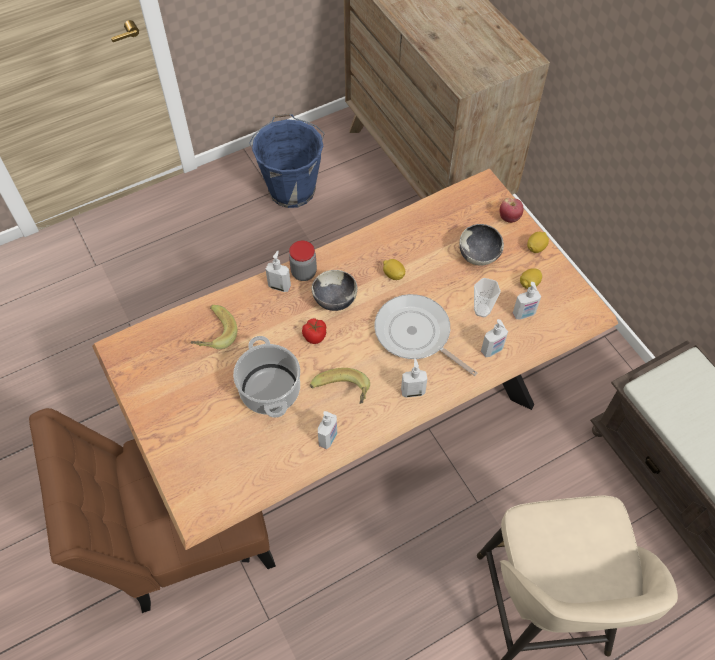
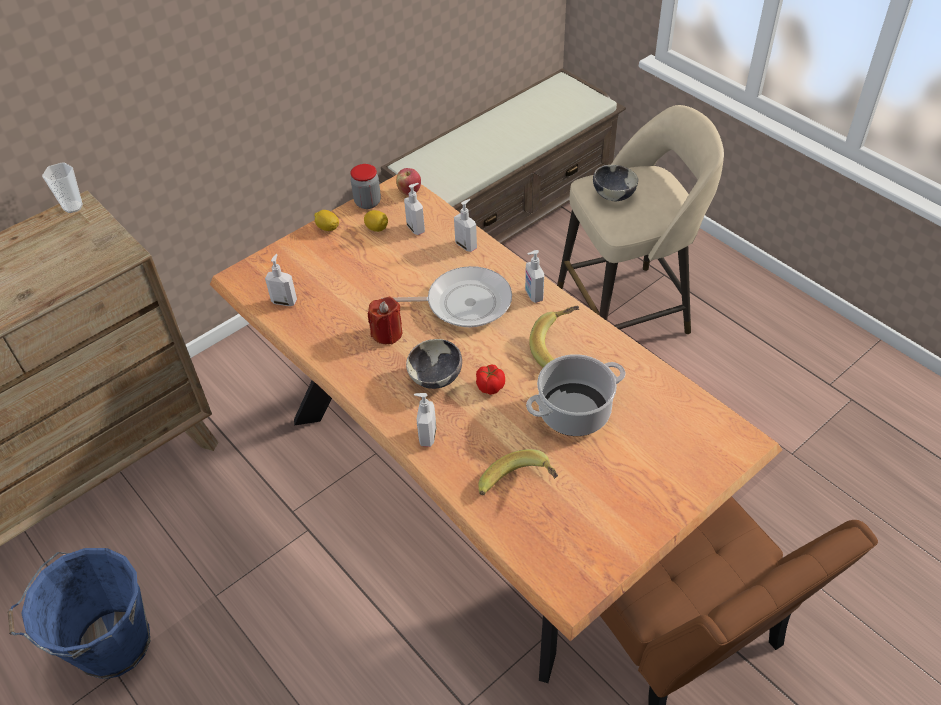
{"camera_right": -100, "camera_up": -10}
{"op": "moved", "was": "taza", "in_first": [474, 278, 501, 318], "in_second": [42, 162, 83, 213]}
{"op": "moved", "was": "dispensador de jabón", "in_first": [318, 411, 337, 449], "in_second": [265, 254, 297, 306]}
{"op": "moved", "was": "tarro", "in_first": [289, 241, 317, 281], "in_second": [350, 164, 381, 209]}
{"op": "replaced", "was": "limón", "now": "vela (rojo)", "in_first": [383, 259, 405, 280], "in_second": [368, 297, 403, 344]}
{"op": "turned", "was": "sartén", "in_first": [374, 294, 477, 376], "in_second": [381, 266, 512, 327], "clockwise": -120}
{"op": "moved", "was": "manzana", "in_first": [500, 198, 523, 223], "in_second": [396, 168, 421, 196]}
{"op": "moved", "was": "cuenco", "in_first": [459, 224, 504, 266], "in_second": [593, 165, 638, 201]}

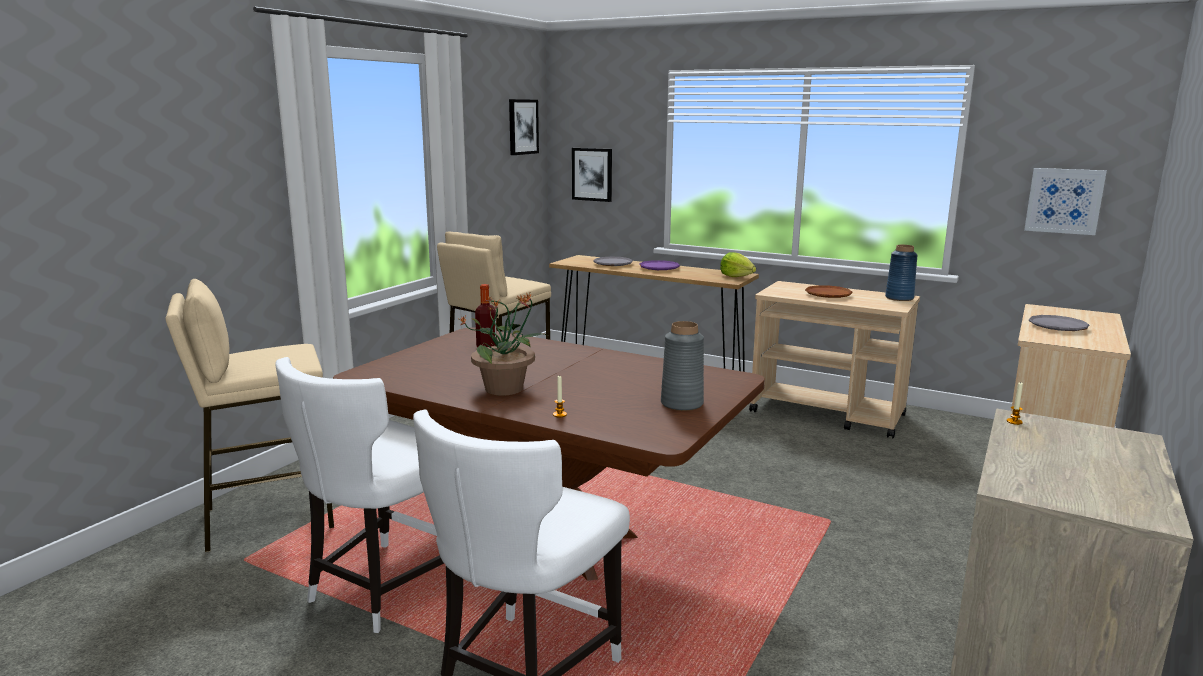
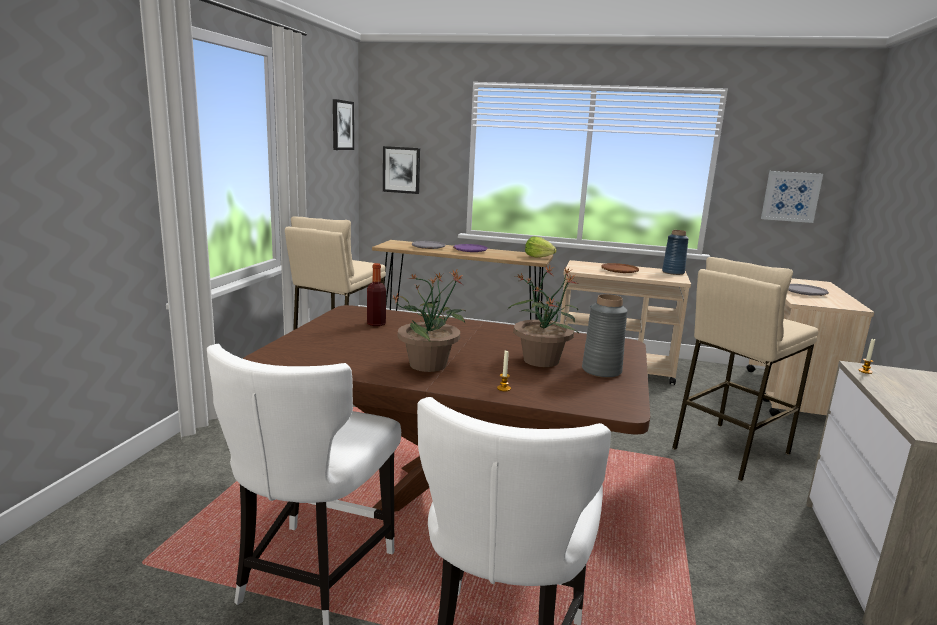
{"camera_right": -15, "camera_up": 0}
{"op": "added", "now": "planta en maceta", "in_second": [508, 266, 579, 367]}
{"op": "moved", "was": "taburete (beis)", "in_first": [165, 279, 334, 552], "in_second": [672, 257, 819, 481]}

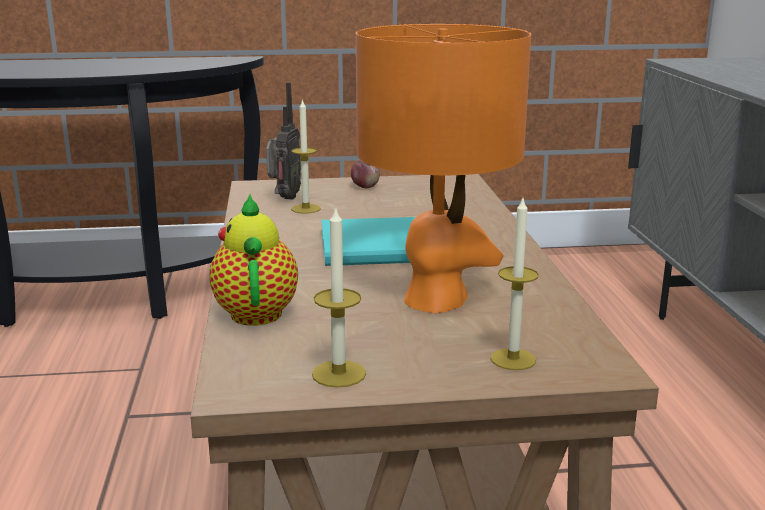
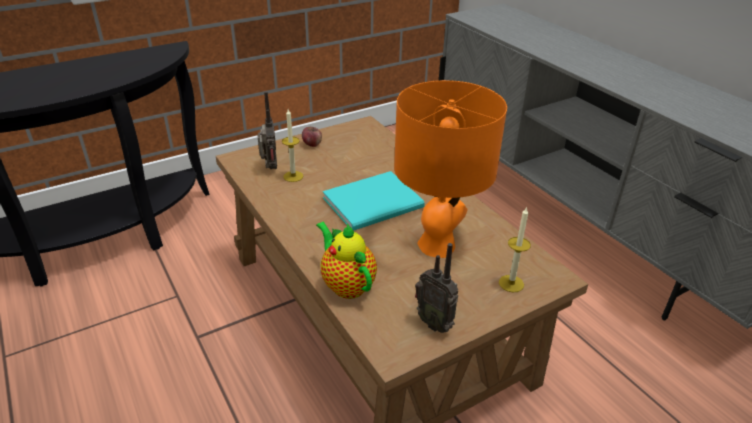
{"camera_right": -25, "camera_up": 15}
{"op": "replaced", "was": "vela", "now": "radio", "in_first": [312, 206, 366, 388], "in_second": [415, 243, 458, 333]}

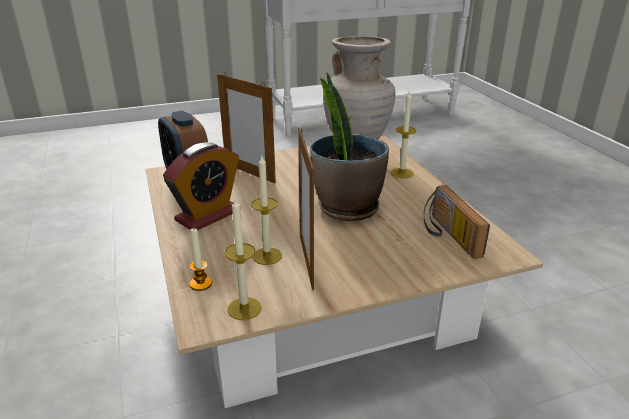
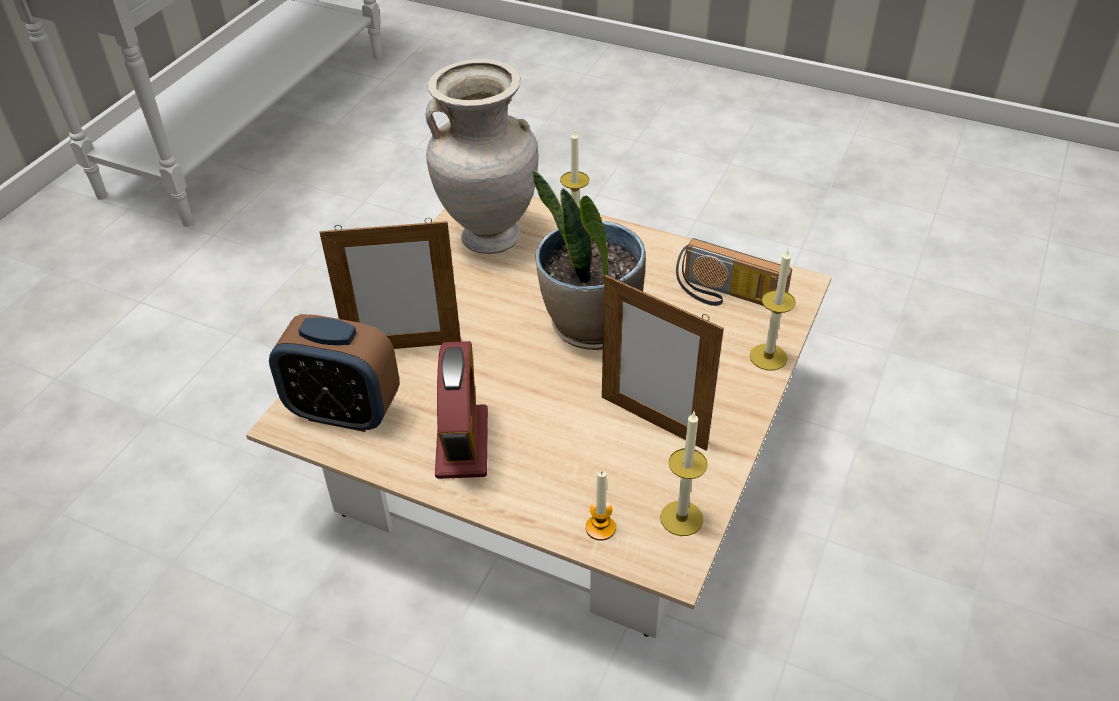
{"camera_right": -45, "camera_up": 15}
{"op": "moved", "was": "vela", "in_first": [251, 156, 282, 265], "in_second": [750, 248, 796, 371]}

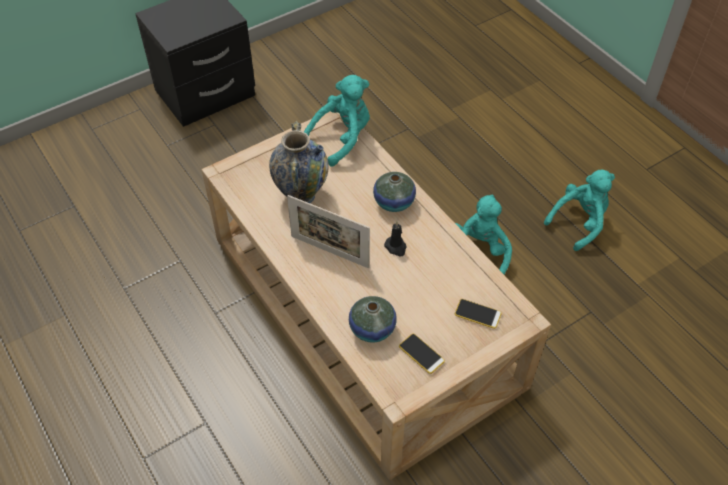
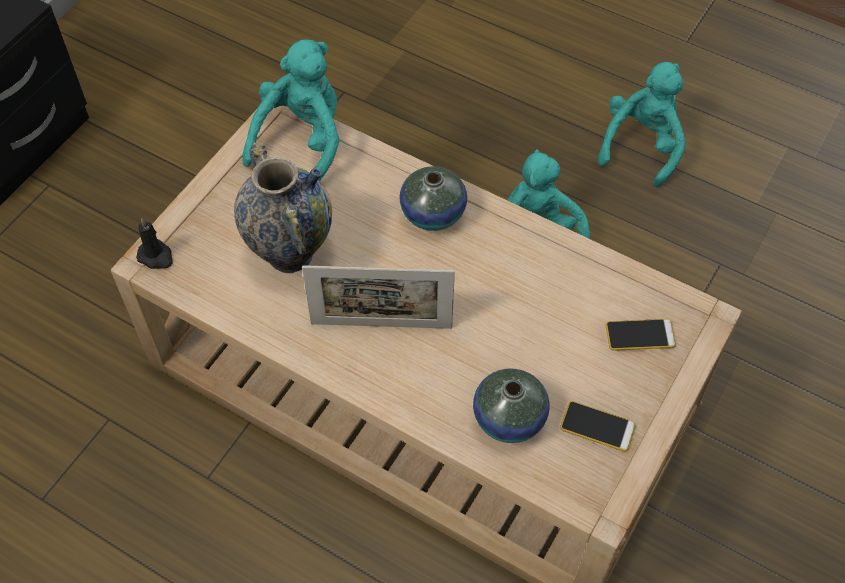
{"camera_right": -25, "camera_up": 5}
{"op": "moved", "was": "vela (negro)", "in_first": [384, 221, 407, 257], "in_second": [136, 218, 173, 269]}

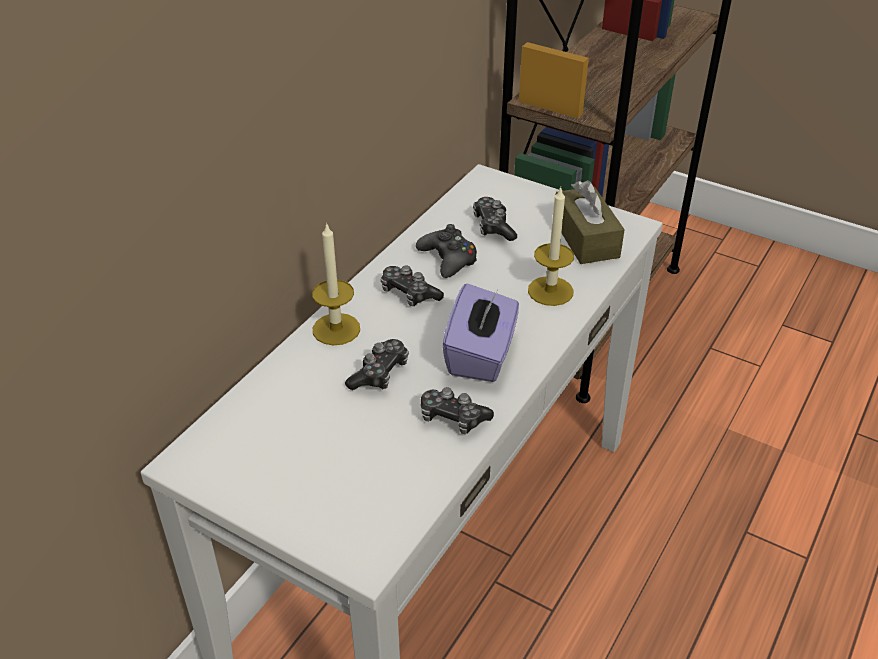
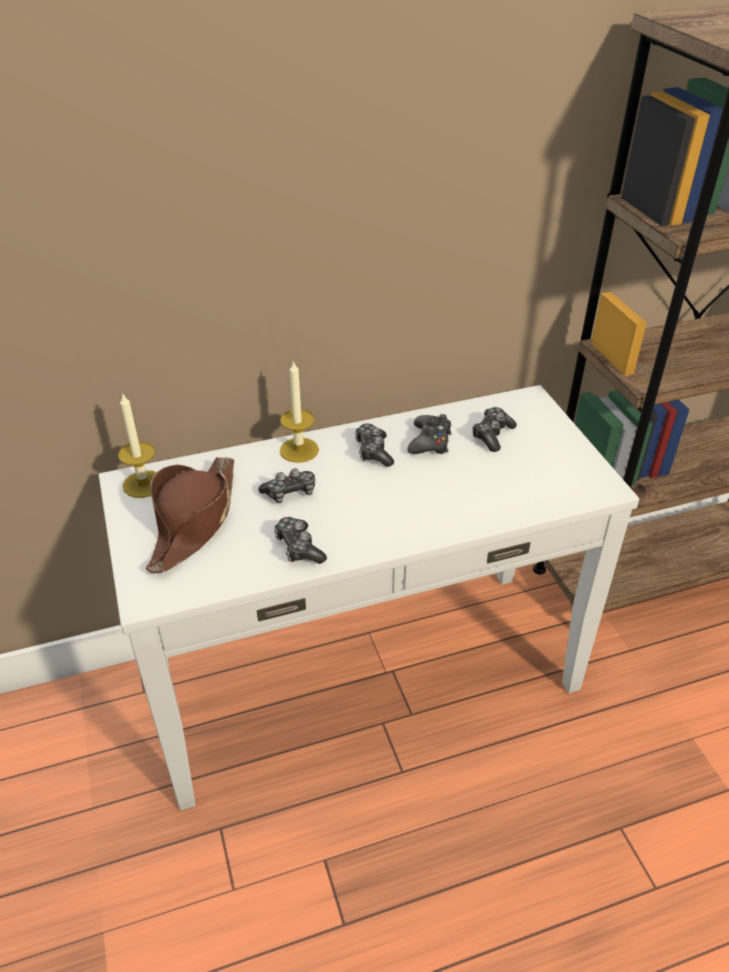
{"camera_right": 40, "camera_up": 0}
{"op": "moved", "was": "vela", "in_first": [528, 187, 574, 306], "in_second": [118, 394, 157, 498]}
{"op": "added", "now": "sombrero (marrón)", "in_second": [146, 457, 234, 573]}
{"op": "removed", "was": "caja de pañuelos (morado)", "in_first": [442, 283, 519, 382]}
{"op": "removed", "was": "caja de pañuelos (marrón)", "in_first": [556, 180, 625, 264]}

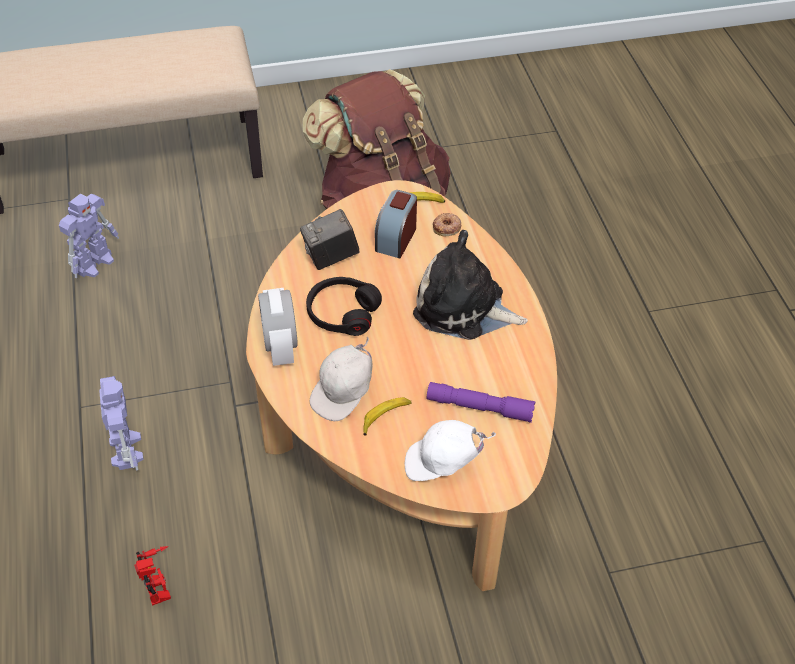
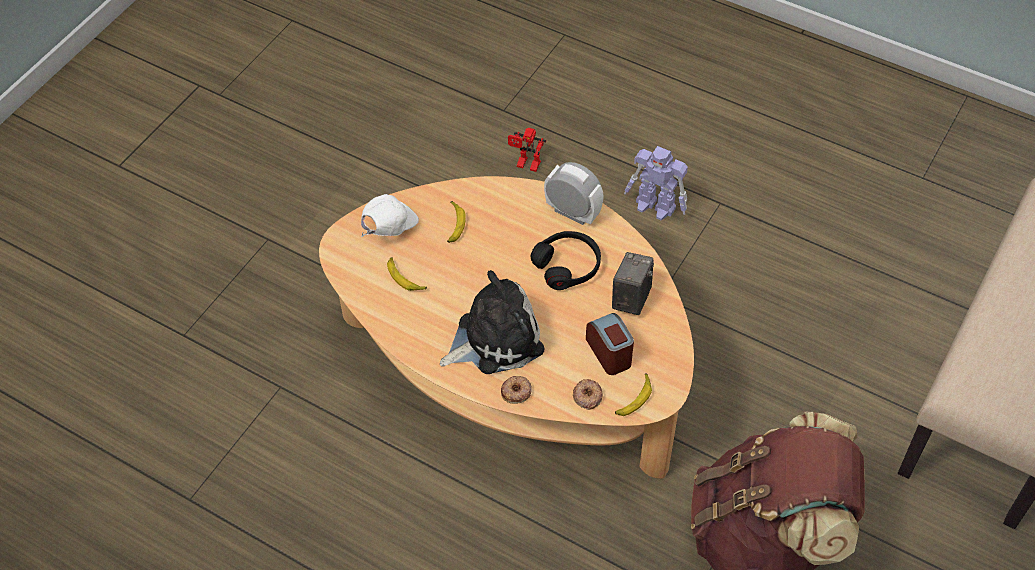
{"camera_right": 135, "camera_up": 5}
{"op": "replaced", "was": "linterna (morado)", "now": "plátano", "in_first": [427, 382, 535, 423], "in_second": [387, 257, 427, 291]}
{"op": "added", "now": "rosquilla", "in_second": [501, 376, 532, 404]}
{"op": "removed", "was": "robot de juguete", "in_first": [59, 193, 119, 278]}
{"op": "removed", "was": "gorra (blanco)", "in_first": [310, 337, 373, 421]}

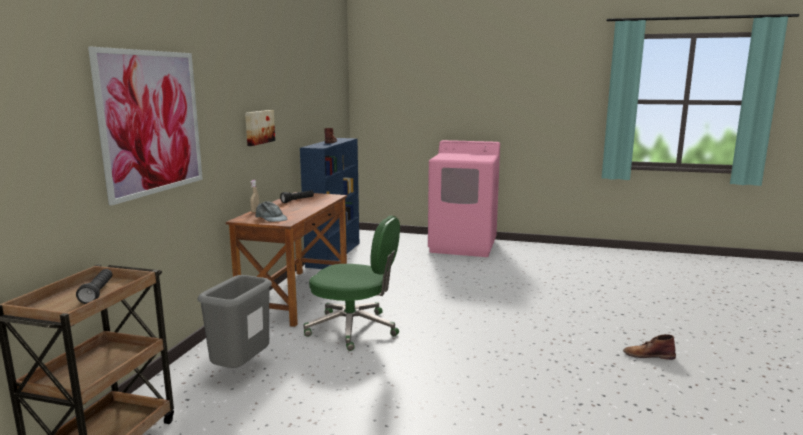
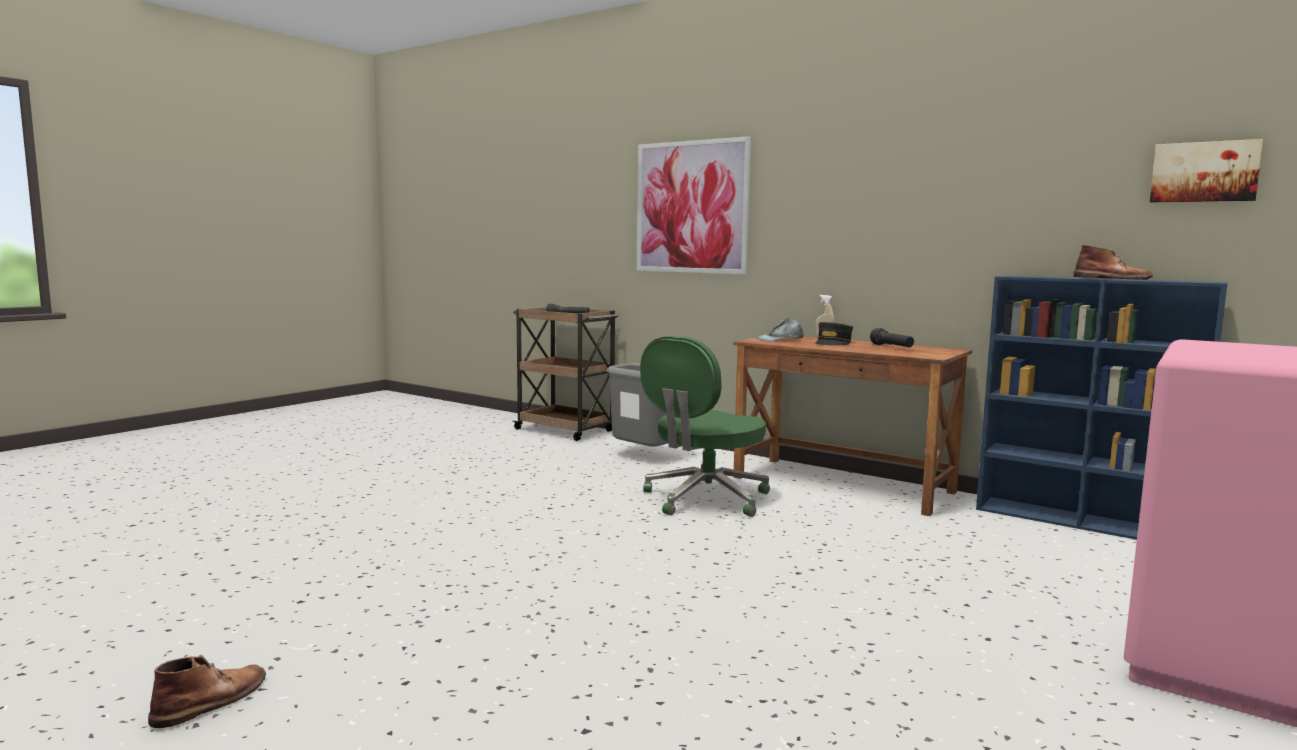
{"camera_right": 110, "camera_up": -5}
{"op": "moved", "was": "bota (marrón)", "in_first": [623, 334, 676, 360], "in_second": [148, 655, 266, 728]}
{"op": "added", "now": "gorra (gris)", "in_second": [816, 322, 853, 345]}
{"op": "moved", "was": "cuadro", "in_first": [245, 110, 275, 146], "in_second": [1150, 139, 1263, 203]}

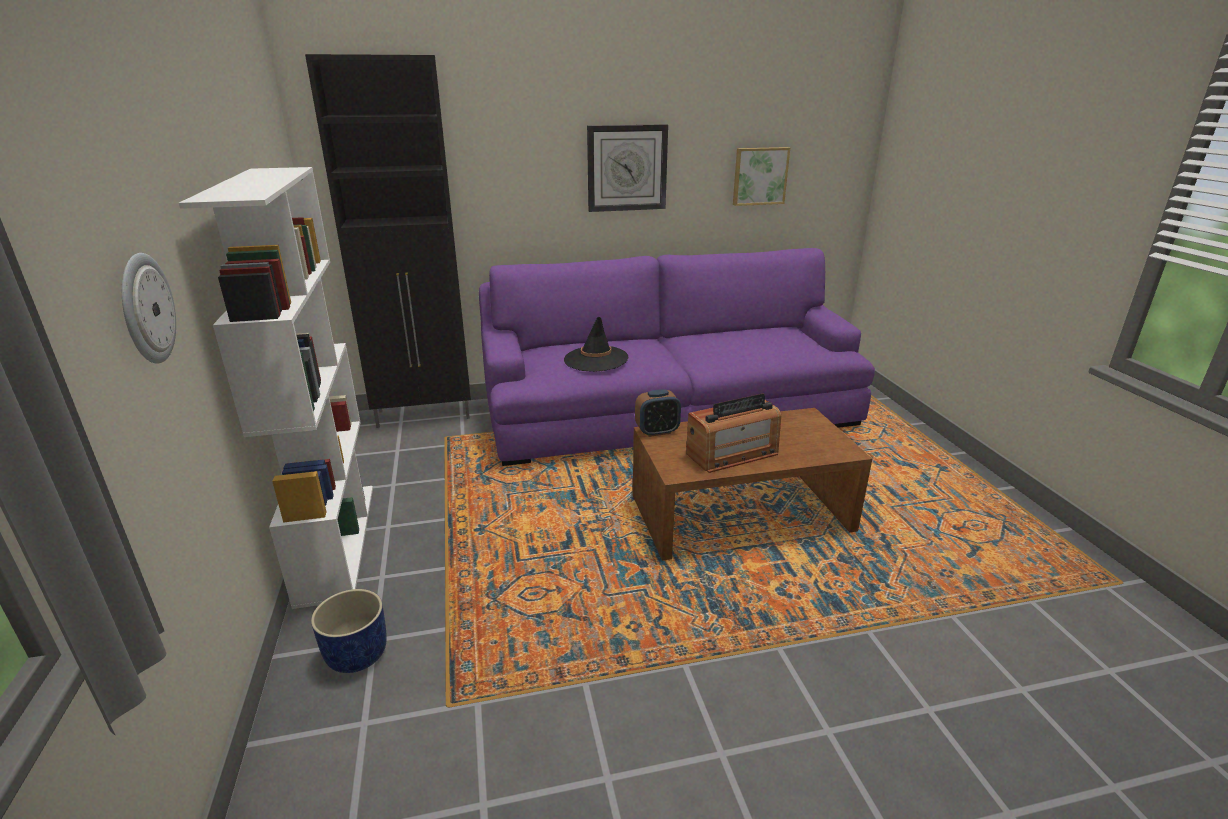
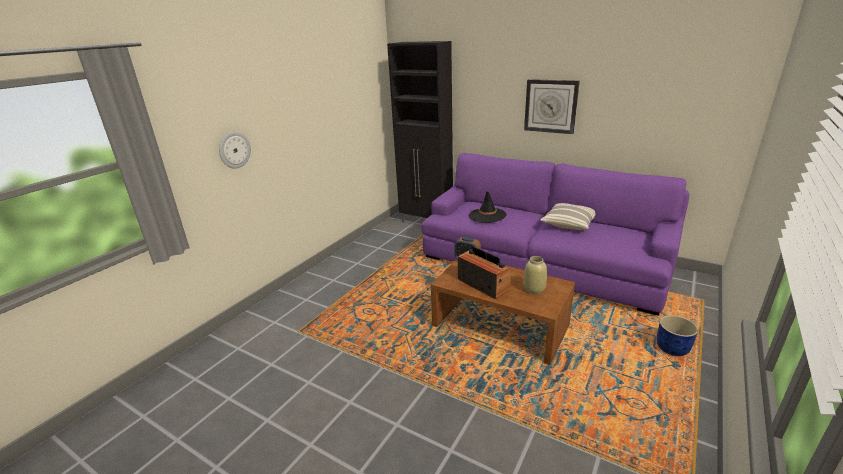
{"camera_right": 45, "camera_up": 0}
{"op": "turned", "was": "radio", "in_first": [686, 394, 781, 473], "in_second": [458, 247, 510, 299], "clockwise": -150}
{"op": "added", "now": "florero (beis)", "in_second": [523, 256, 547, 294]}
{"op": "added", "now": "cojín", "in_second": [540, 203, 596, 230]}
{"op": "moved", "was": "maceta (azul)", "in_first": [311, 589, 387, 673], "in_second": [657, 315, 698, 356]}
{"op": "removed", "was": "estantería (blanco)", "in_first": [179, 167, 373, 609]}
{"op": "removed", "was": "cuadro", "in_first": [733, 147, 790, 206]}

